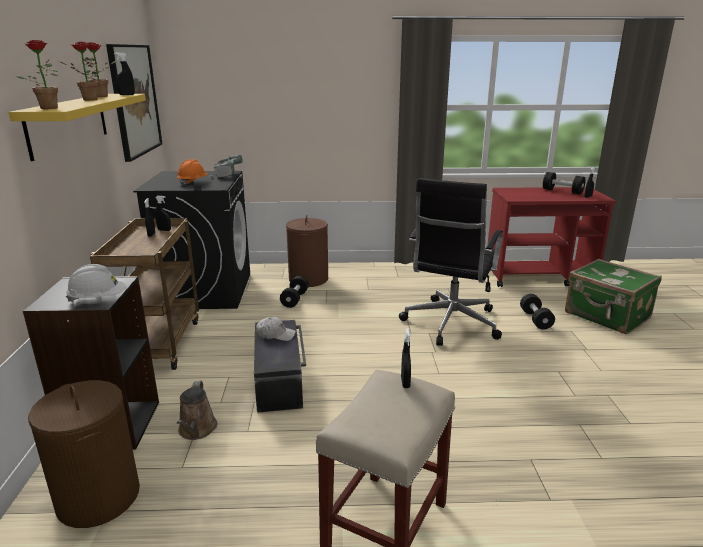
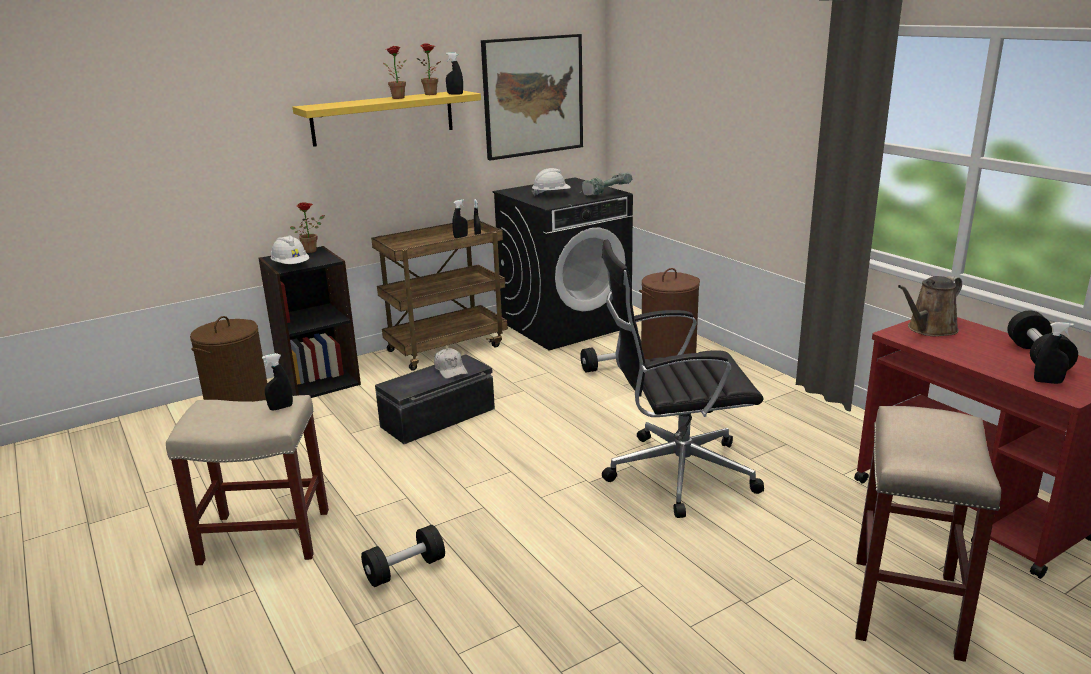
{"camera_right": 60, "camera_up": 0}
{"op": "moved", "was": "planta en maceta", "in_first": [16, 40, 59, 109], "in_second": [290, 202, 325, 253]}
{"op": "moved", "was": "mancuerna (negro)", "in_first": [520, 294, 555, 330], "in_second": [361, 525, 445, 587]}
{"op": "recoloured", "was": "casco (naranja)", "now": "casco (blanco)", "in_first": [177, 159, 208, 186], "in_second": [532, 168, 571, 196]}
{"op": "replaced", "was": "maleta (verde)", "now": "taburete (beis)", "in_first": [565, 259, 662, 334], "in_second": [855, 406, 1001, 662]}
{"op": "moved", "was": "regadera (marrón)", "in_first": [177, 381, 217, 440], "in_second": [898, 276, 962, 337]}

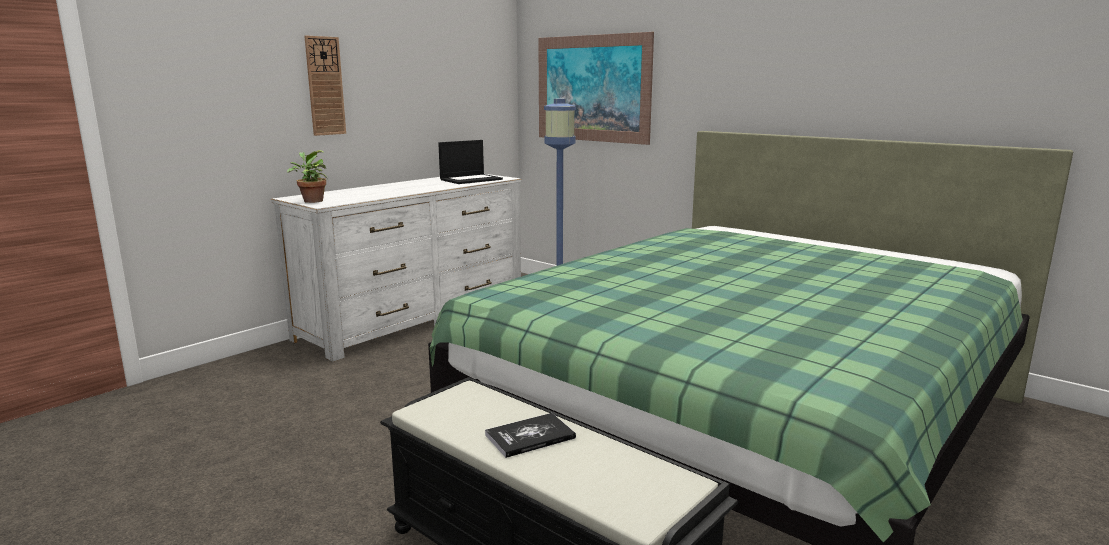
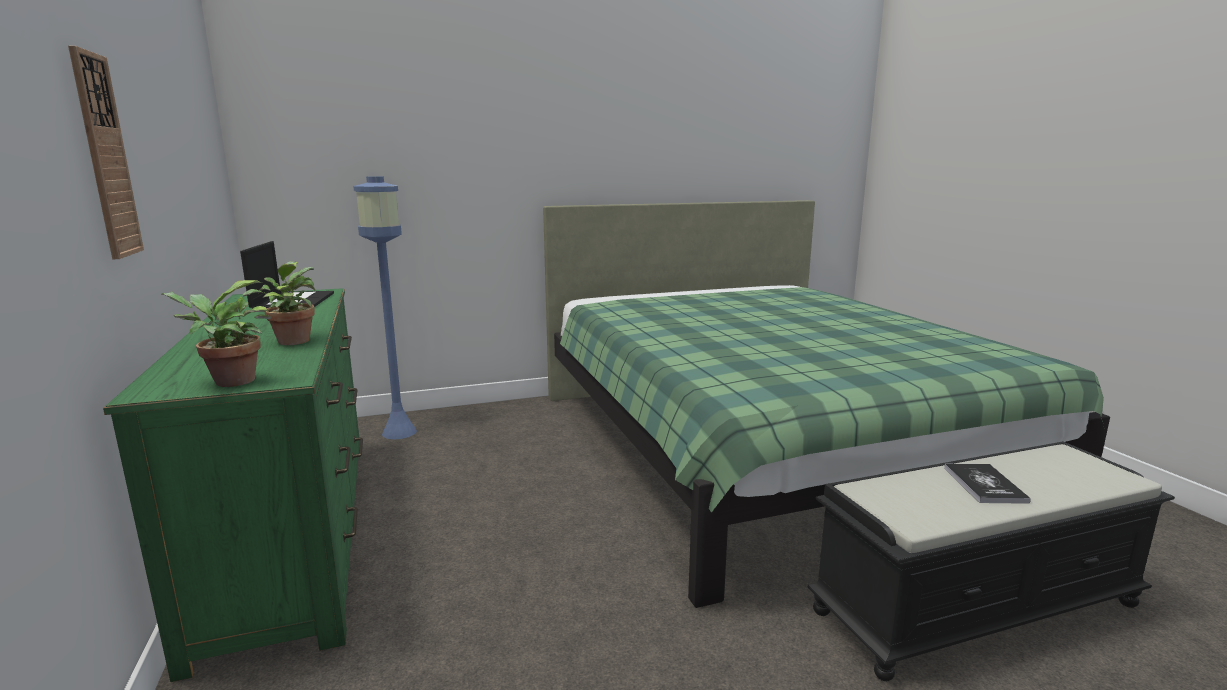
{"camera_right": -60, "camera_up": 0}
{"op": "recoloured", "was": "cómoda (blanco)", "now": "cómoda (verde)", "in_first": [271, 174, 522, 362], "in_second": [103, 288, 363, 682]}
{"op": "added", "now": "planta en maceta", "in_second": [243, 261, 316, 345]}
{"op": "removed", "was": "cuadro", "in_first": [538, 32, 654, 145]}

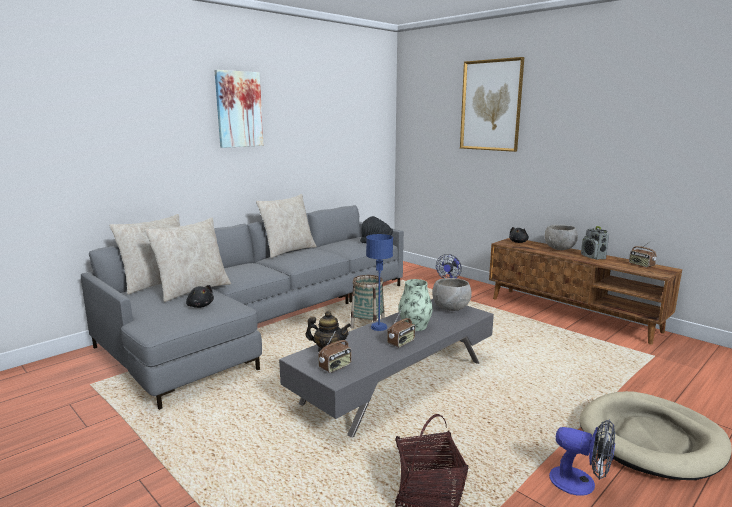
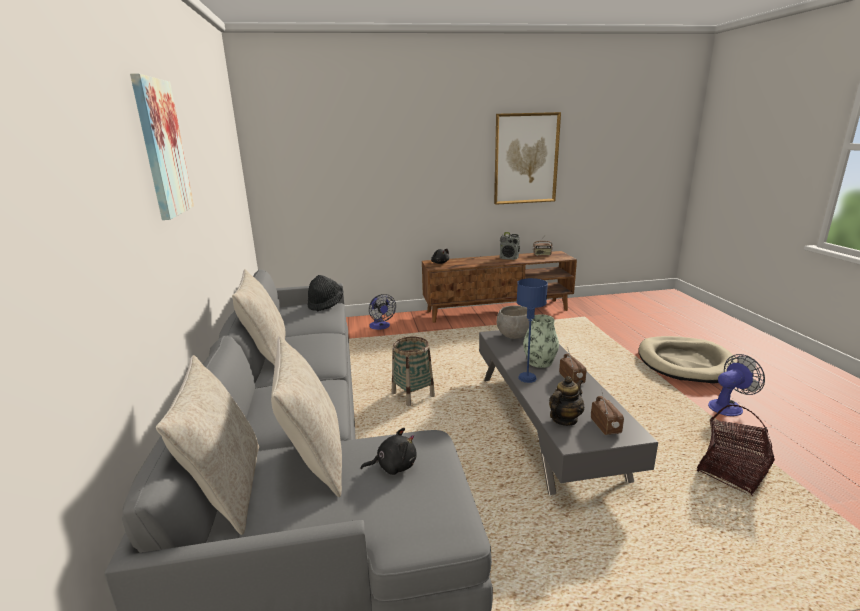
{"camera_right": -55, "camera_up": 5}
{"op": "moved", "was": "cuadro", "in_first": [460, 57, 524, 152], "in_second": [494, 112, 561, 205]}
{"op": "removed", "was": "cuenco (gris)", "in_first": [545, 224, 578, 250]}

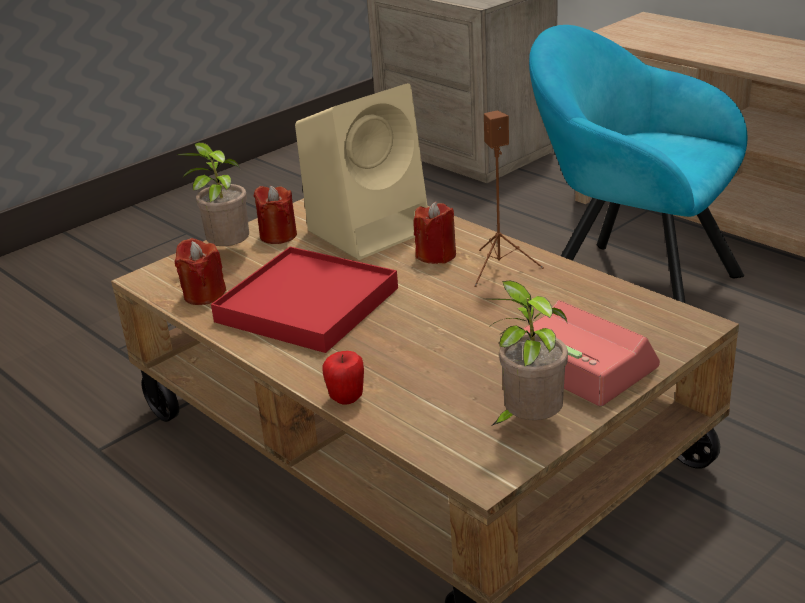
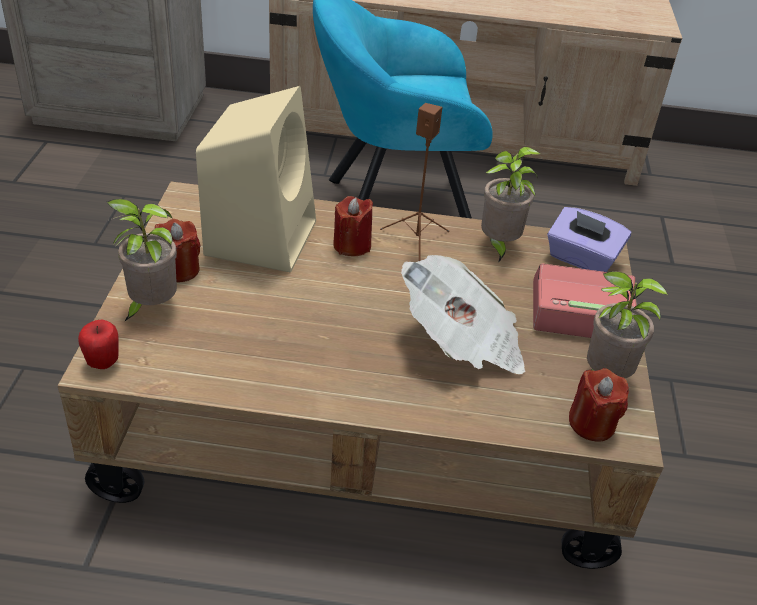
{"camera_right": -45, "camera_up": 10}
{"op": "moved", "was": "manzana", "in_first": [322, 351, 364, 405], "in_second": [78, 319, 119, 369]}
{"op": "added", "now": "periódico", "in_second": [401, 255, 525, 374]}
{"op": "added", "now": "planta en maceta", "in_second": [481, 146, 540, 263]}
{"op": "added", "now": "caja de pañuelos (morado)", "in_second": [547, 207, 631, 272]}
{"op": "moved", "was": "vela (rojo)", "in_first": [175, 238, 226, 305], "in_second": [569, 368, 629, 441]}
{"op": "removed", "was": "bandeja (rojo)", "in_first": [211, 247, 398, 353]}

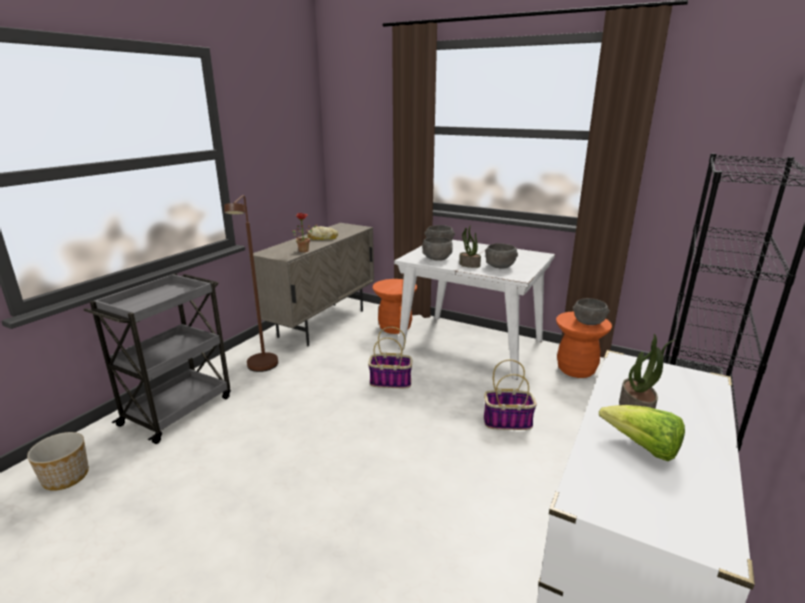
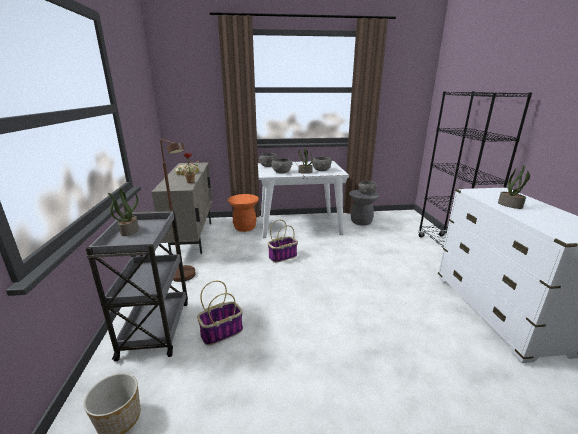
{"camera_right": -35, "camera_up": 0}
{"op": "added", "now": "planta en maceta", "in_second": [108, 188, 139, 236]}
{"op": "moved", "was": "cesta", "in_first": [484, 360, 537, 430], "in_second": [197, 281, 243, 346]}
{"op": "recoloured", "was": "taburete (naranja)", "now": "taburete (gris)", "in_first": [556, 311, 612, 378], "in_second": [349, 190, 379, 226]}
{"op": "removed", "was": "lechuga", "in_first": [599, 405, 685, 461]}

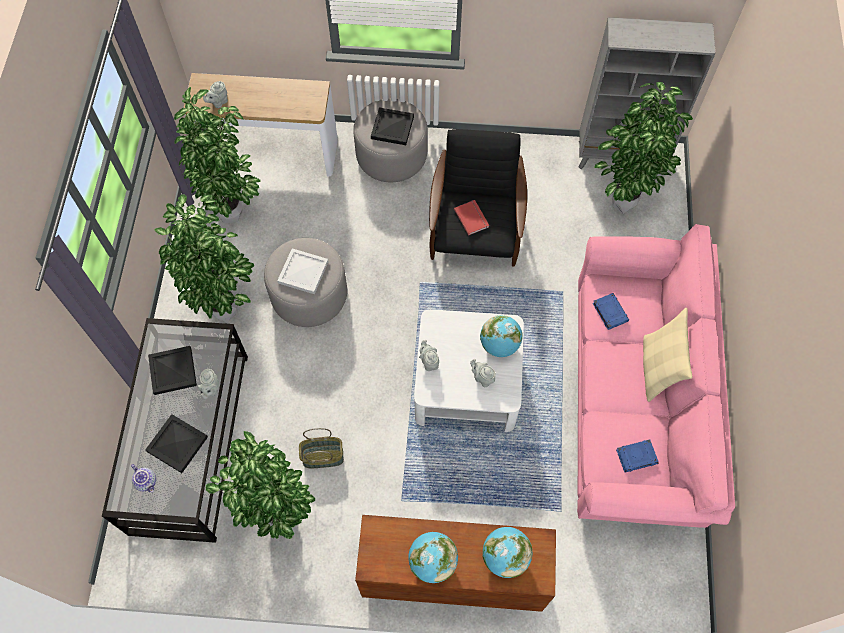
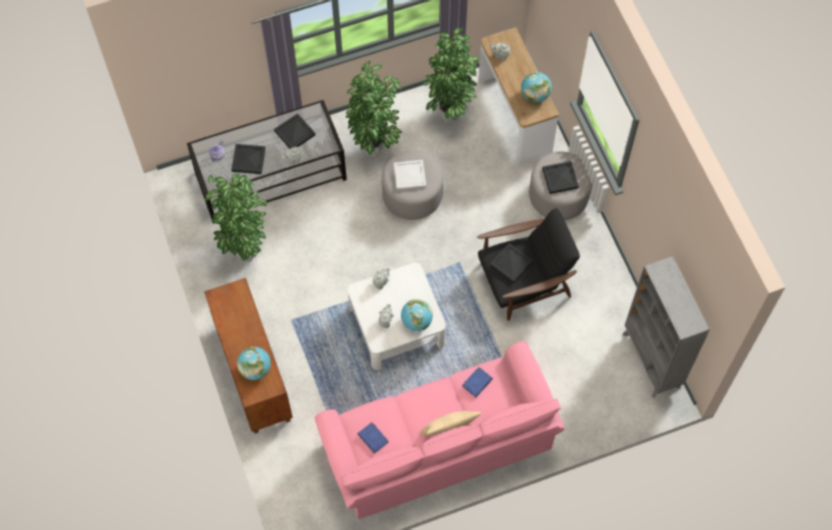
{"camera_right": 65, "camera_up": 0}
{"op": "replaced", "was": "libro (rojo)", "now": "bandeja (negro)", "in_first": [454, 200, 489, 236], "in_second": [490, 243, 533, 284]}
{"op": "moved", "was": "globo terráqueo", "in_first": [408, 532, 458, 583], "in_second": [521, 72, 552, 103]}
{"op": "removed", "was": "cesta", "in_first": [299, 428, 344, 468]}
{"op": "removed", "was": "planta en maceta", "in_first": [594, 82, 693, 214]}

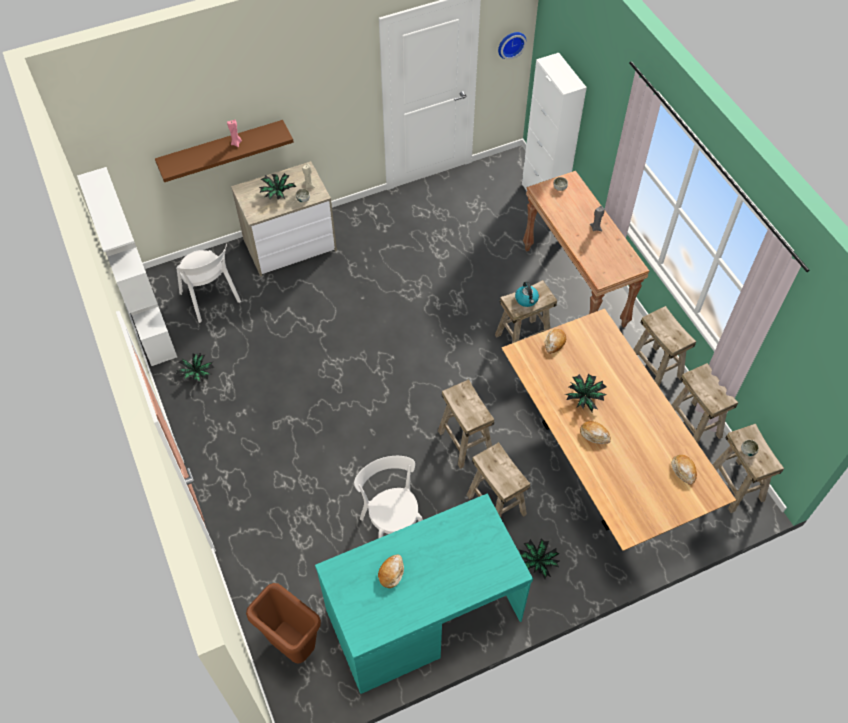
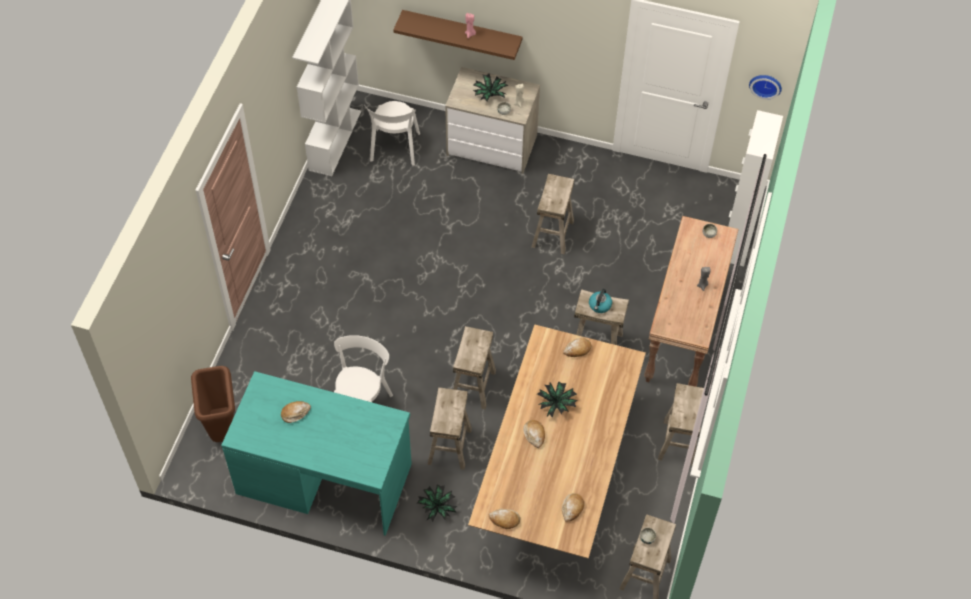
{"camera_right": 40, "camera_up": 0}
{"op": "added", "now": "pan", "in_second": [489, 509, 520, 529]}
{"op": "moved", "was": "taburete (beis)", "in_first": [671, 363, 738, 443], "in_second": [532, 174, 574, 254]}
{"op": "removed", "was": "planta en maceta", "in_first": [176, 353, 214, 384]}

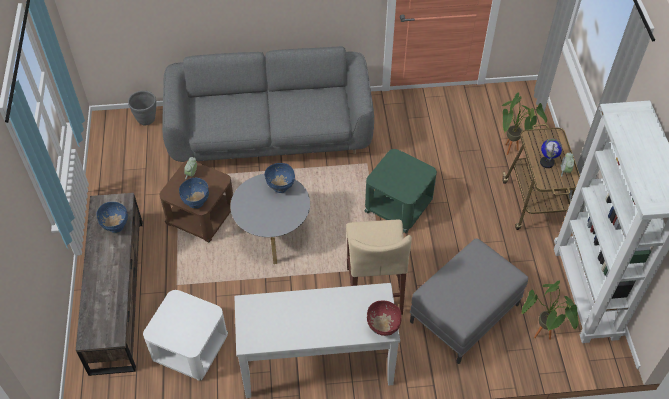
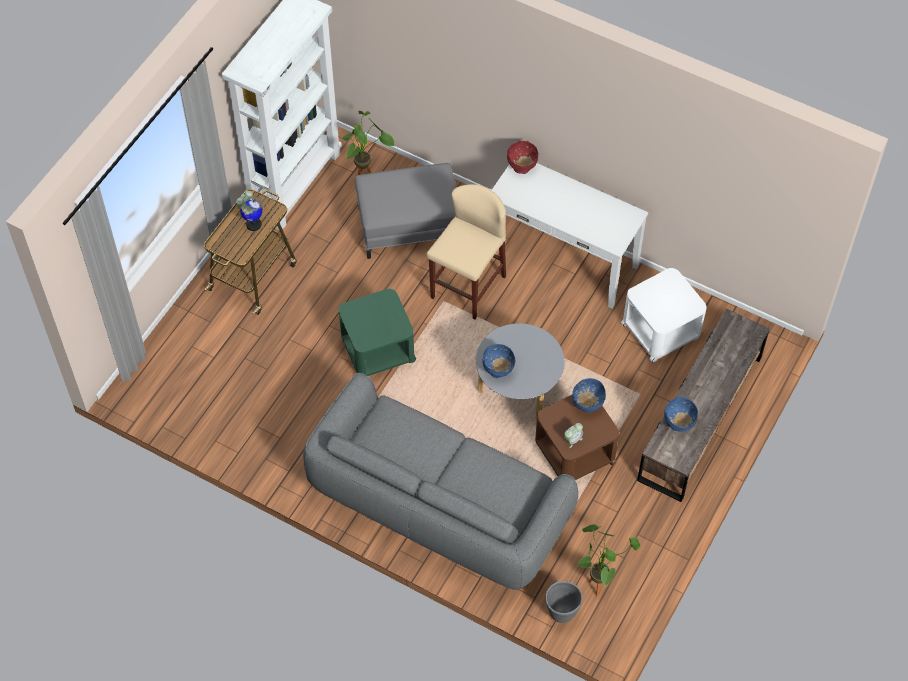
{"camera_right": -145, "camera_up": 5}
{"op": "moved", "was": "planta en maceta", "in_first": [502, 93, 547, 155], "in_second": [576, 524, 640, 597]}

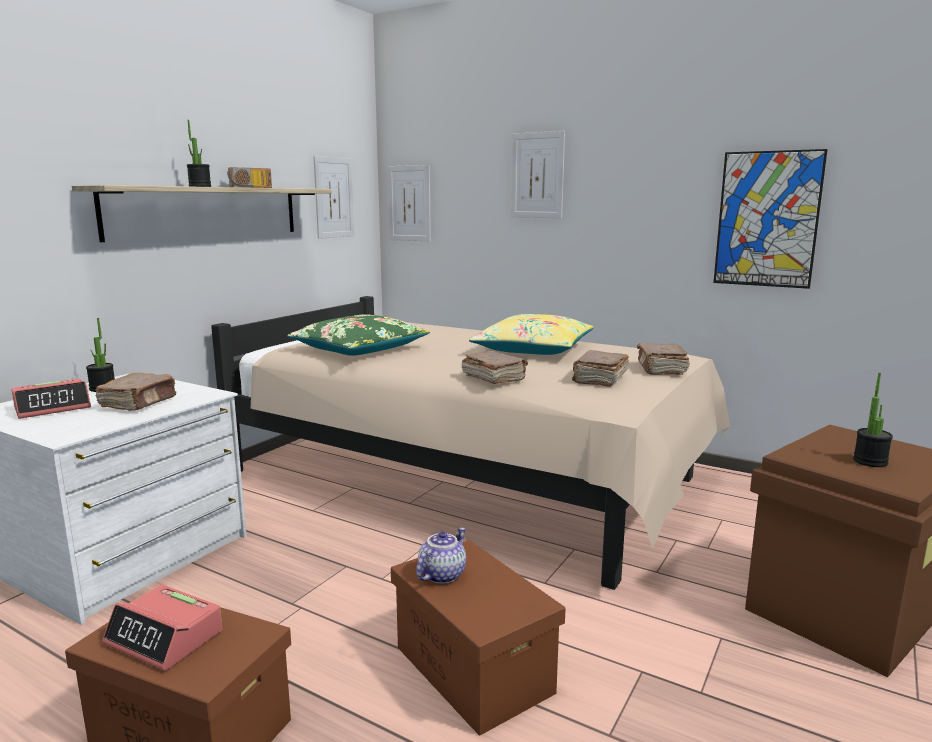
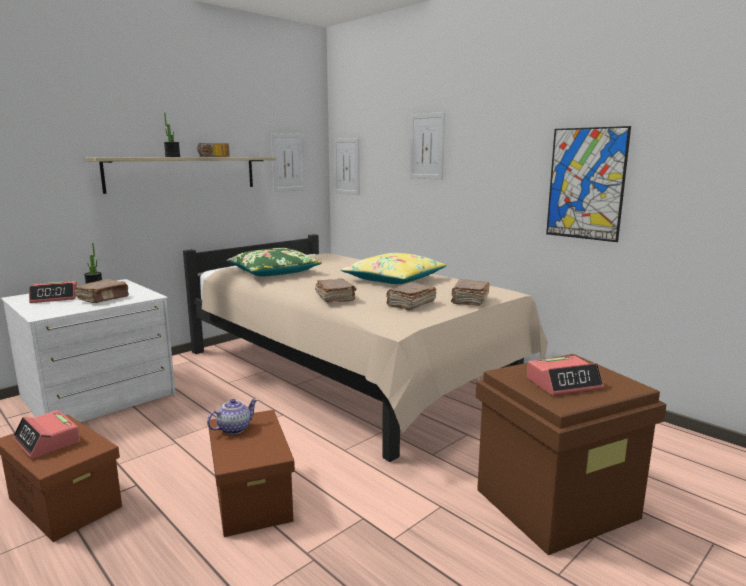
{"camera_right": 15, "camera_up": 0}
{"op": "replaced", "was": "planta en maceta", "now": "despertador", "in_first": [853, 373, 893, 467], "in_second": [527, 356, 604, 396]}

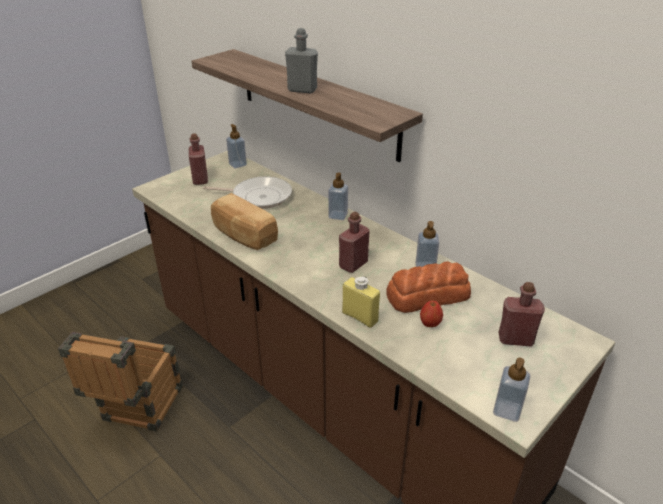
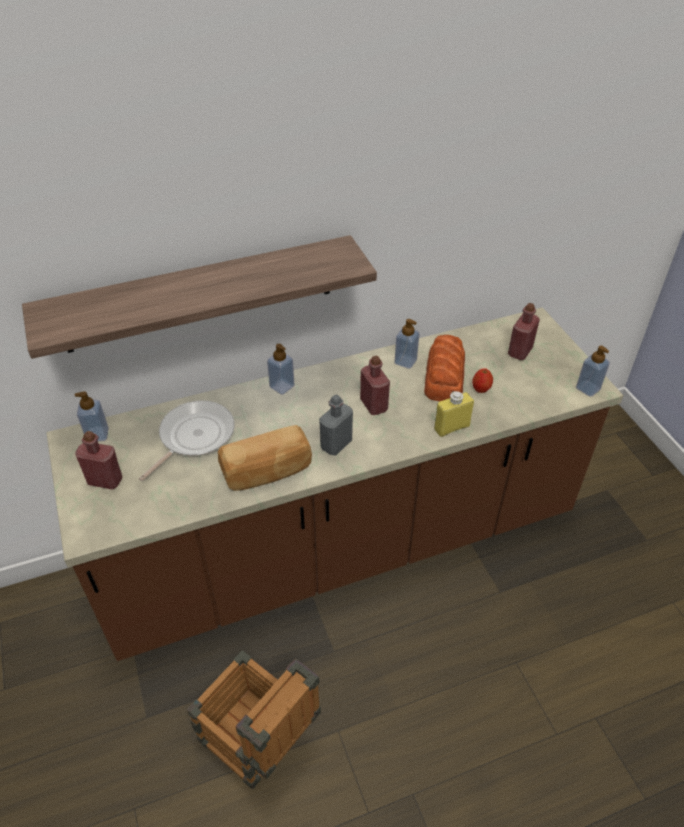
{"camera_right": -65, "camera_up": 10}
{"op": "moved", "was": "botella (gris)", "in_first": [285, 28, 318, 93], "in_second": [319, 395, 353, 455]}

